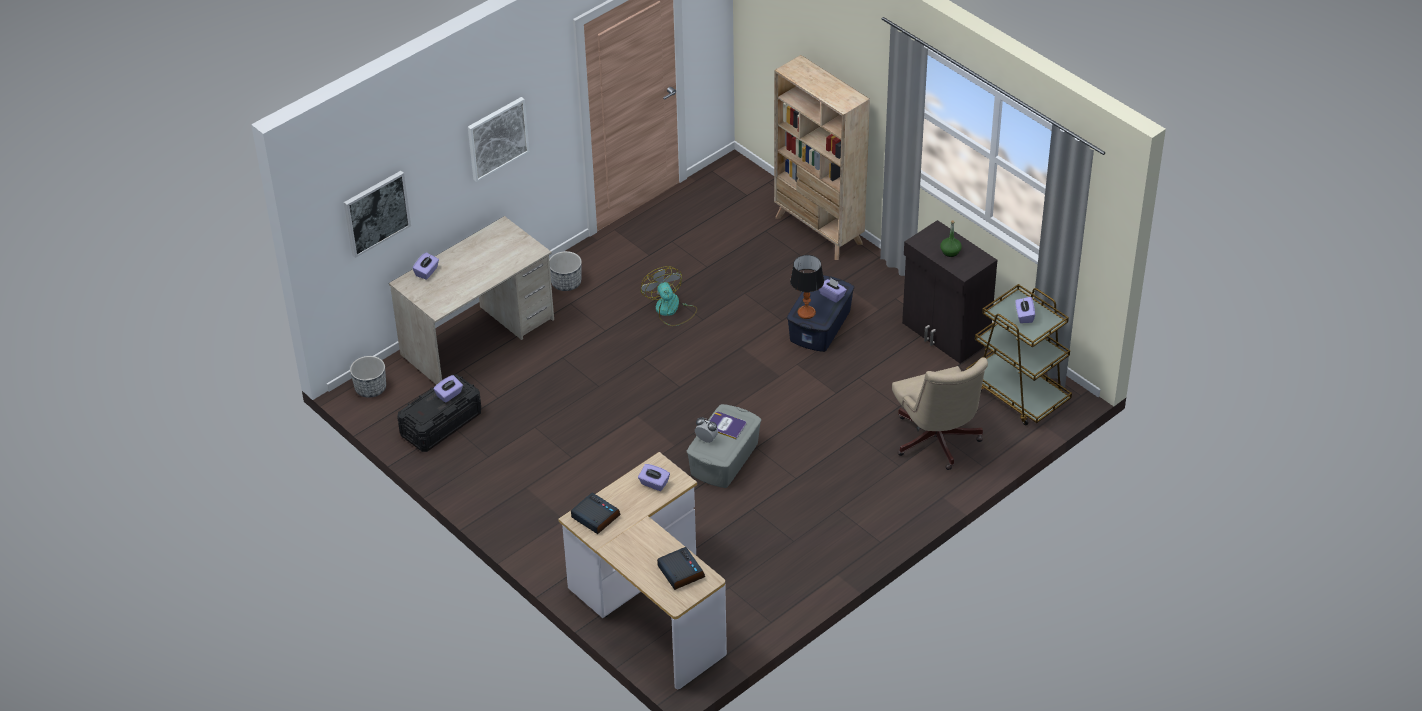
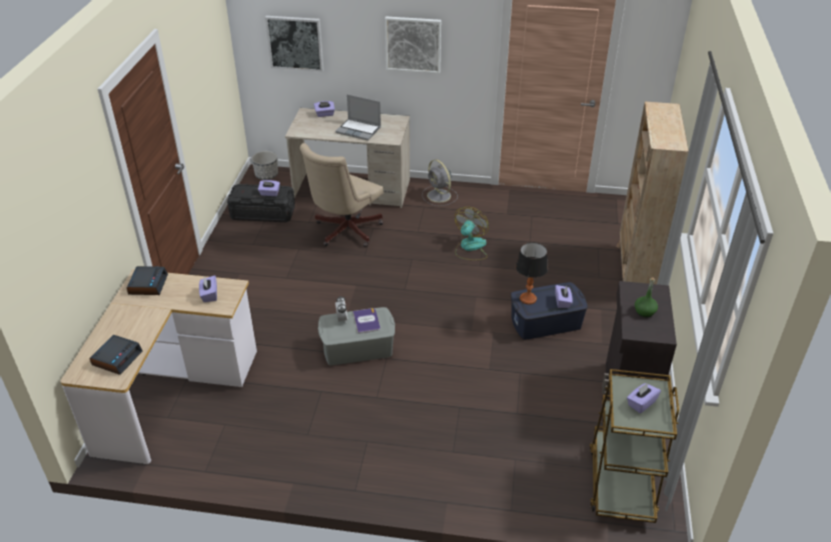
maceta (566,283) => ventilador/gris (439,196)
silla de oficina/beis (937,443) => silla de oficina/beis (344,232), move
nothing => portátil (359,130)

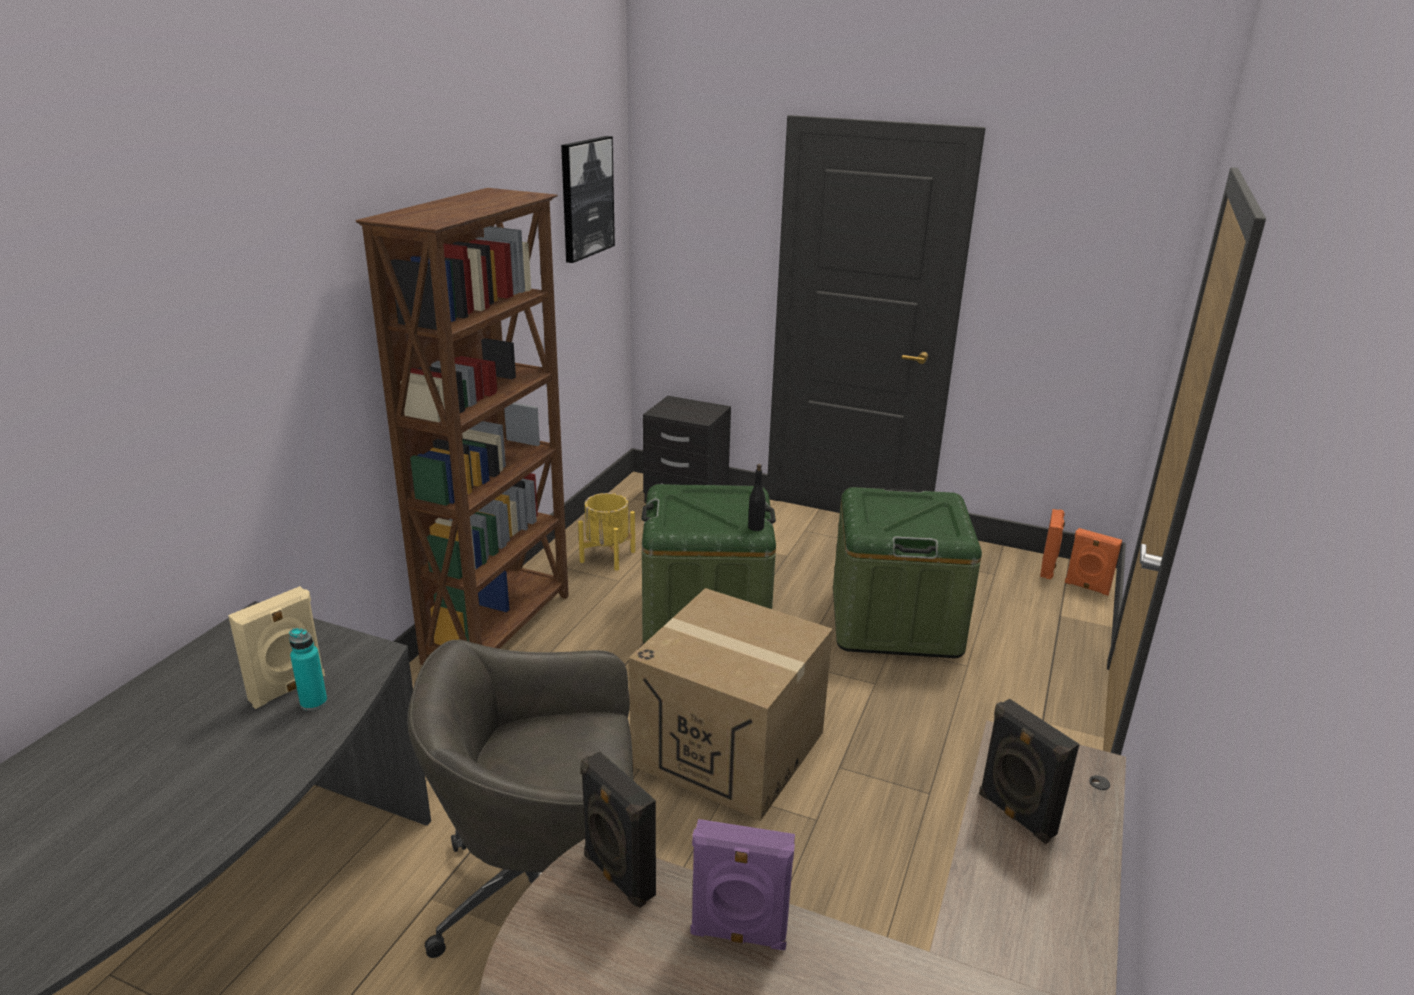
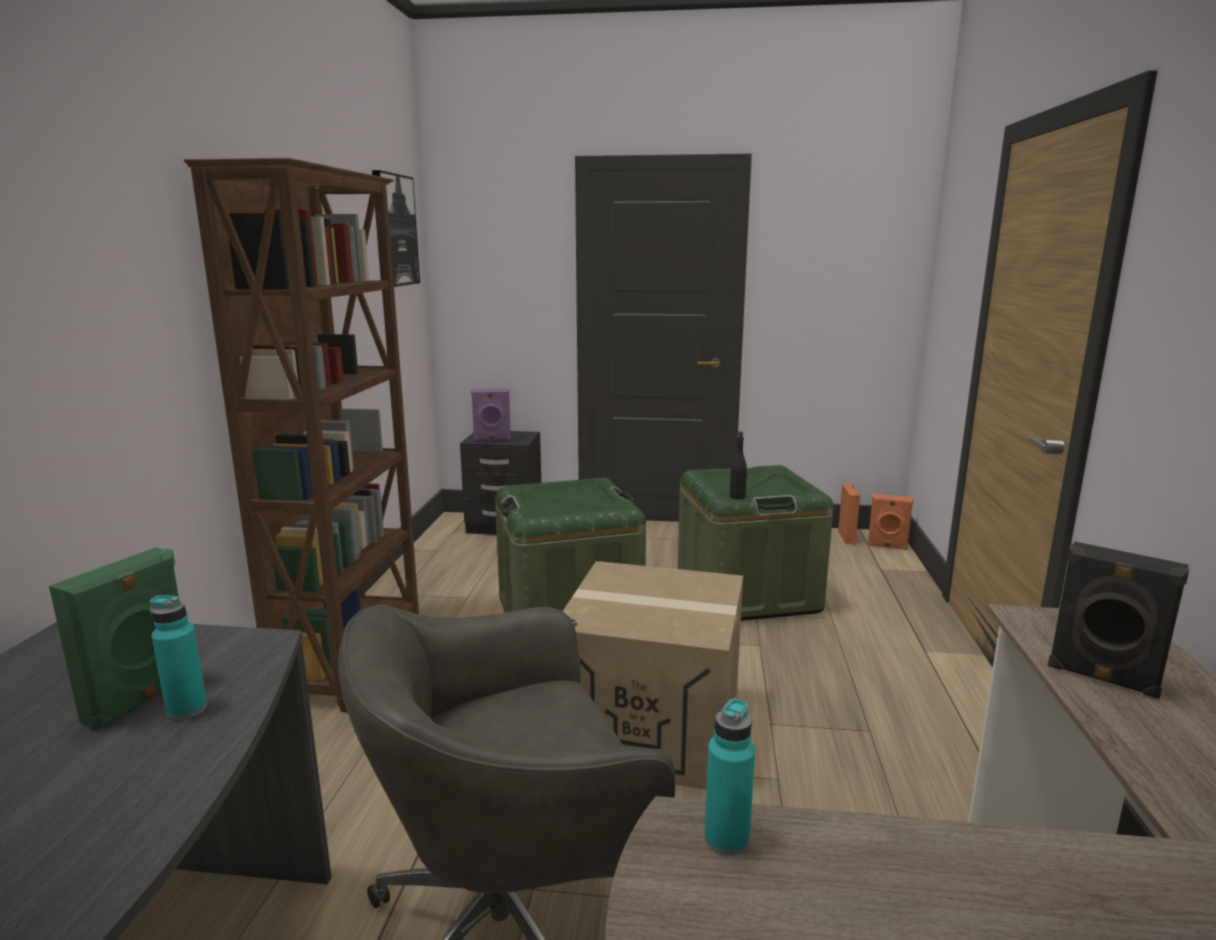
altavoz/beis (288,689) => altavoz/verde (142,701)
maceta/amarillo (608,556) => nothing
altavoz/negro (617,876) => botella/turquesa (726,839)
altavoz/morado (738,935) => altavoz/morado (492,440), move
botella/negro (756,527) => botella/negro (737,497), move

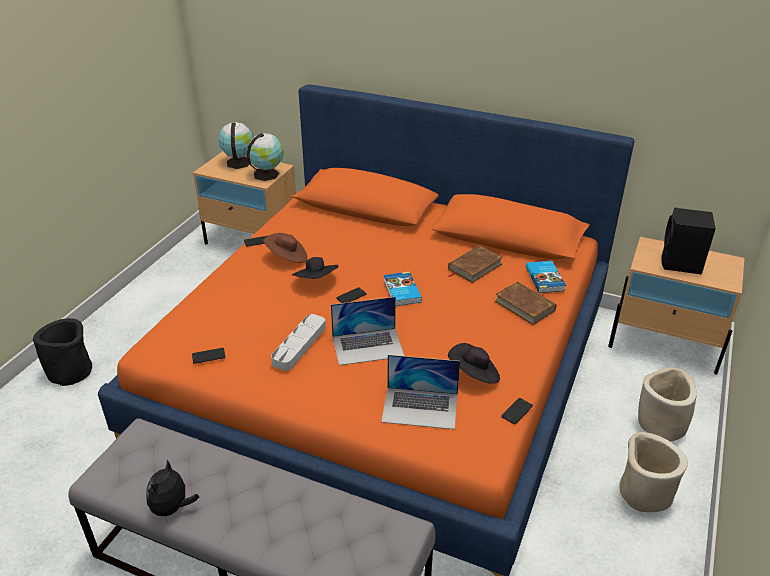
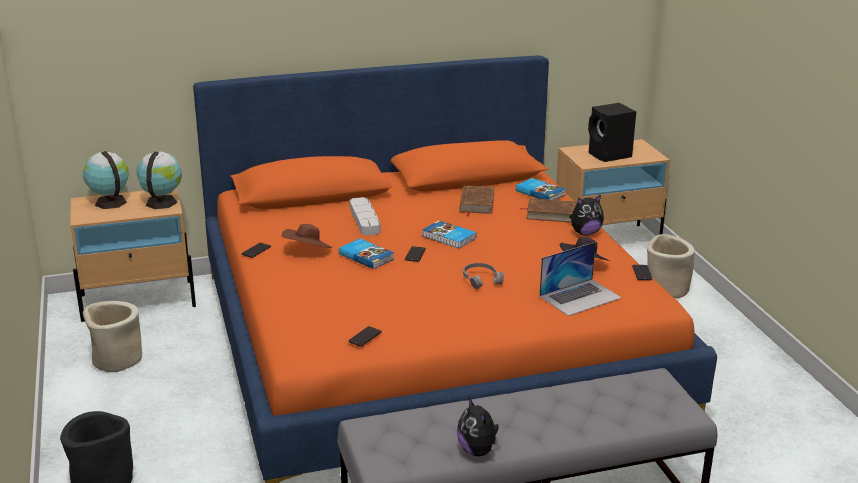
bandeja/gris (299,345) => bandeja/gris (364,220), move
sombrero/negro (316,281) => libro (366,256)
portátil (368,346) => auriculares/gris (481,279)
maceta/beis (643,493) => maceta/beis (116,360), move
nothing => peluche (585,233)

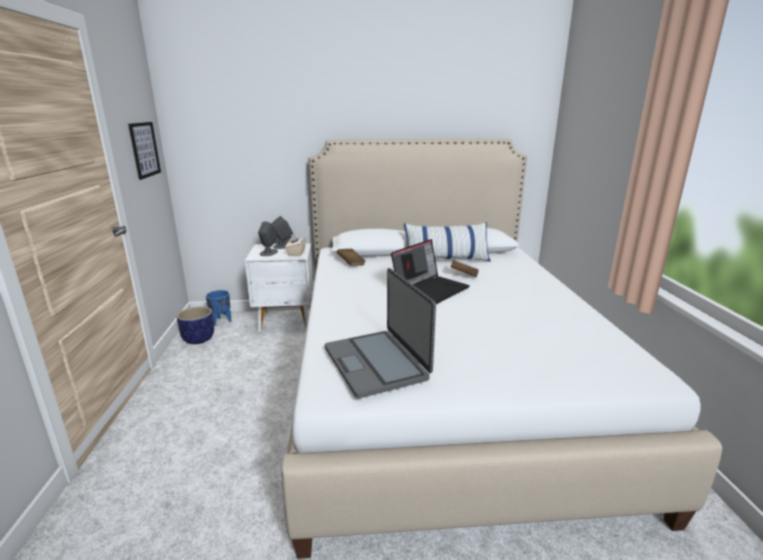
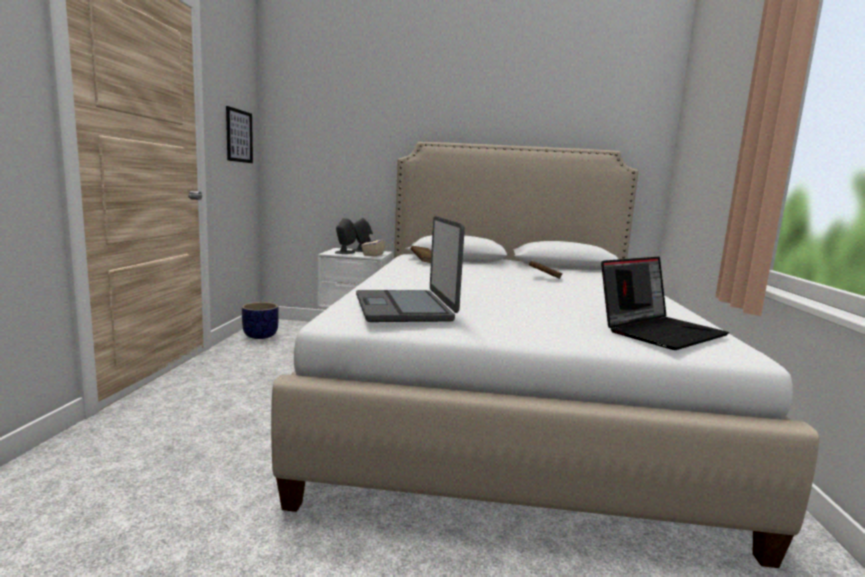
maceta/azul (221,321) => nothing
portátil (430,289) => portátil (660,331), move
cojín (446,260) => nothing

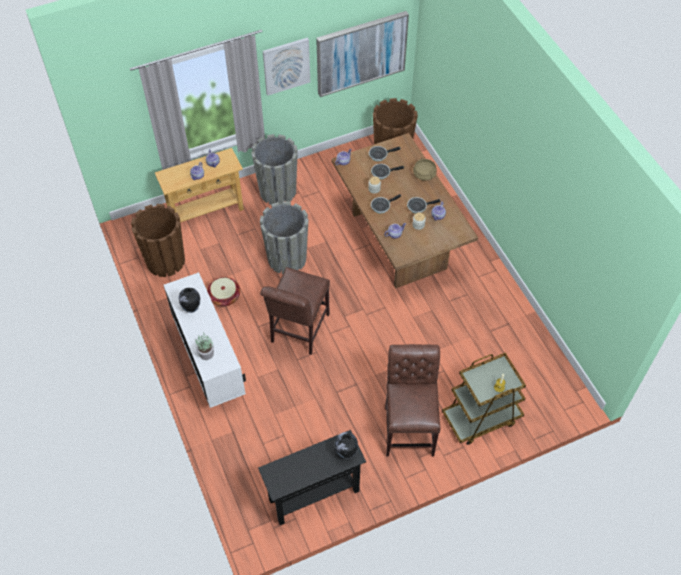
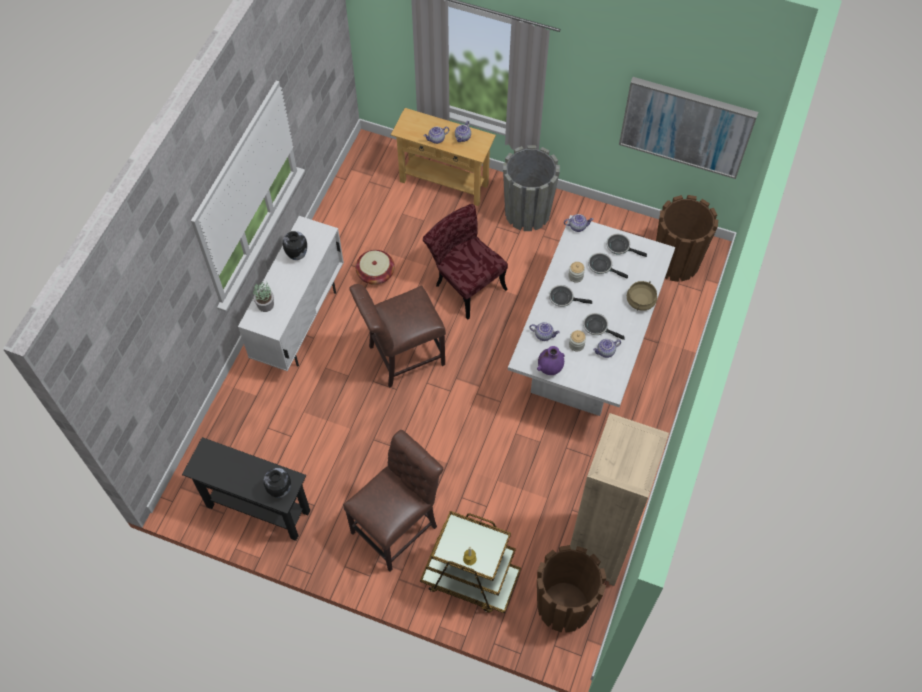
maceta/marrón (165,261) => maceta/marrón (564,605), move
maceta/gris (287,258) => silla/rojo (465,283)
cuadro (286,66) => nothing
mesa de comedor/marrón (398,240) => mesa de comedor/blanco (584,349)
nothing => florero/morado (550,368)
nothing => estantería/beis (599,549)

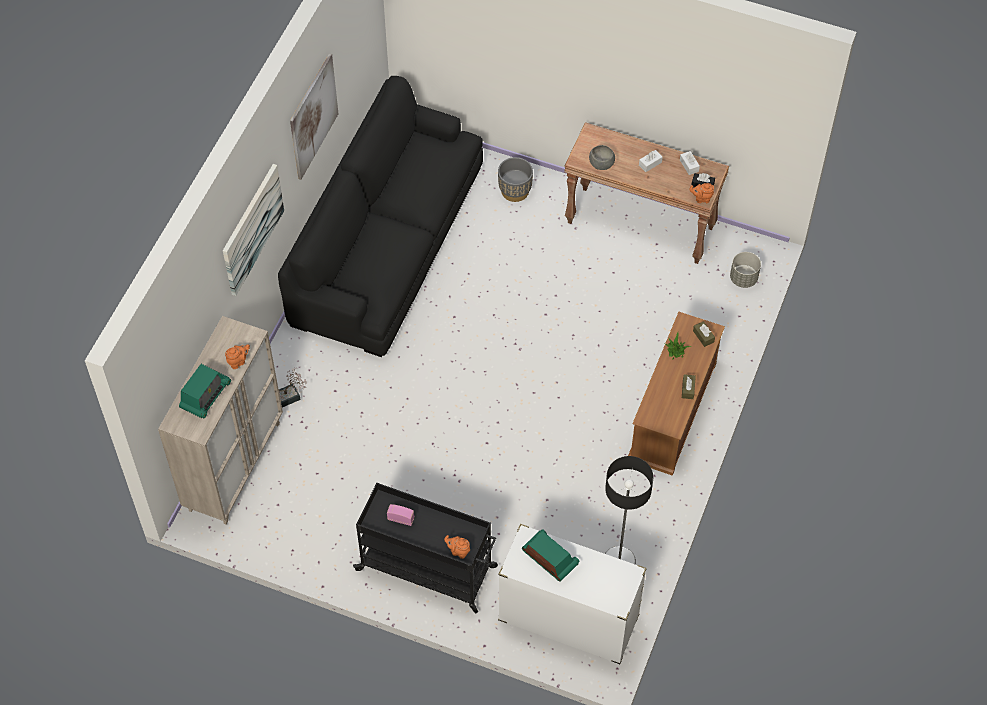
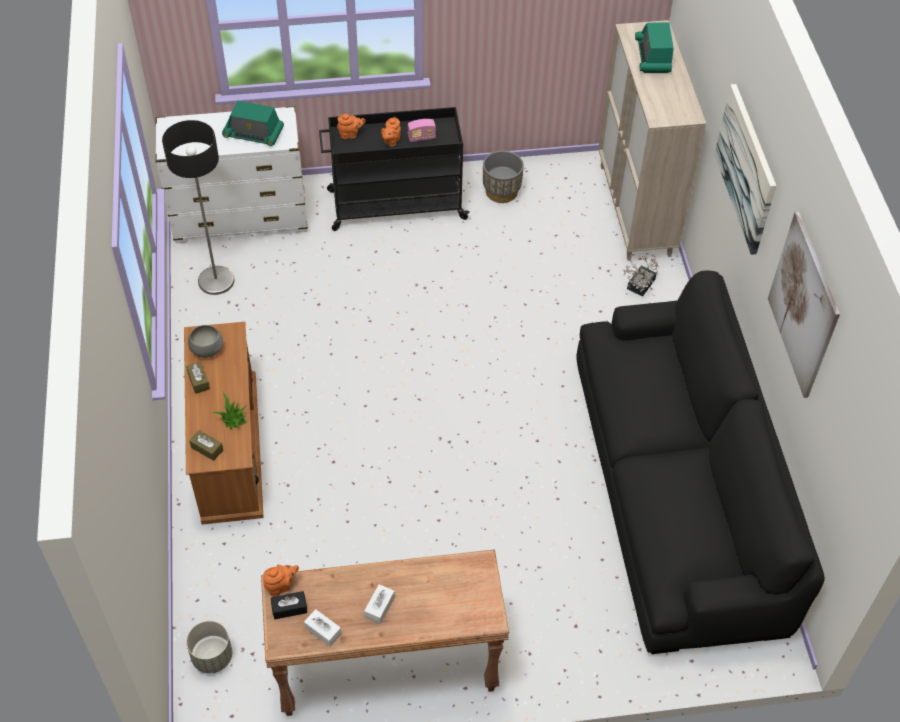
tetera/naranja (238,361) => tetera/naranja (391,141), move
maceta/gris (515,191) => maceta/gris (501,192), move
cuenco/gris (601,163) => cuenco/gris (206,350), move

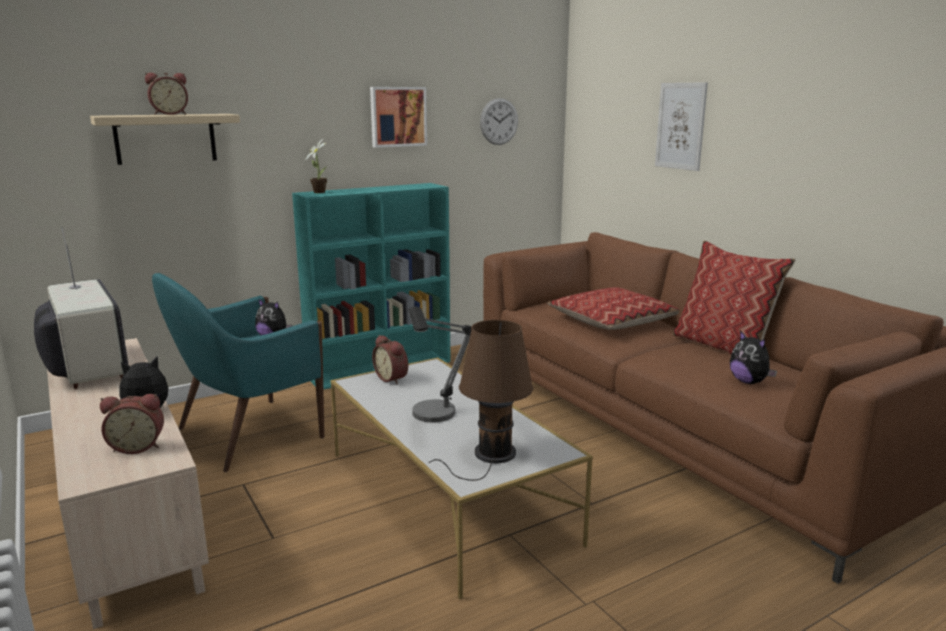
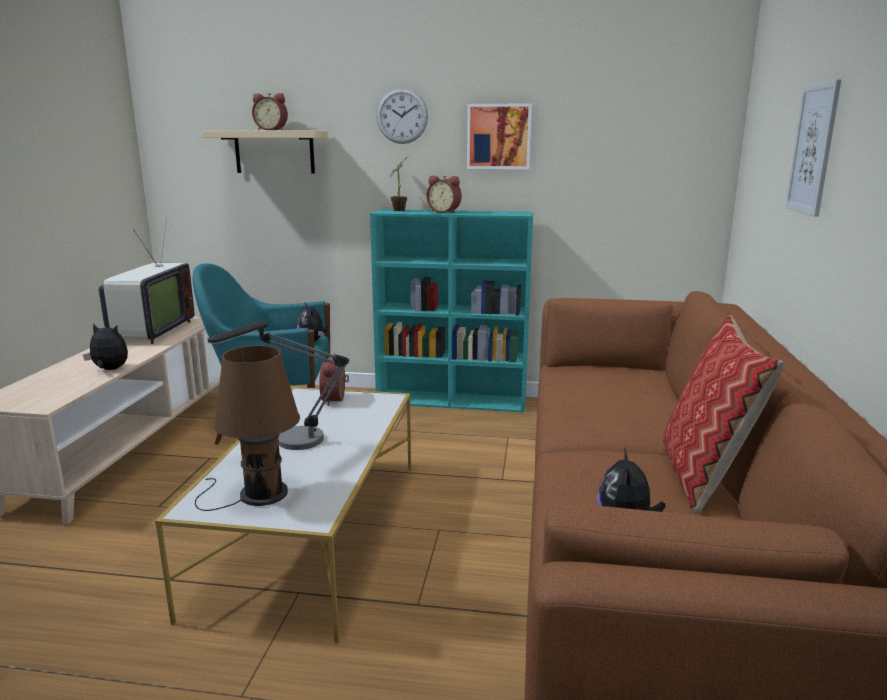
despertador (138,446) => despertador (445,212), move
reloj de pared (499,121) => reloj de pared (402,116), move
cojín (612,321) => nothing

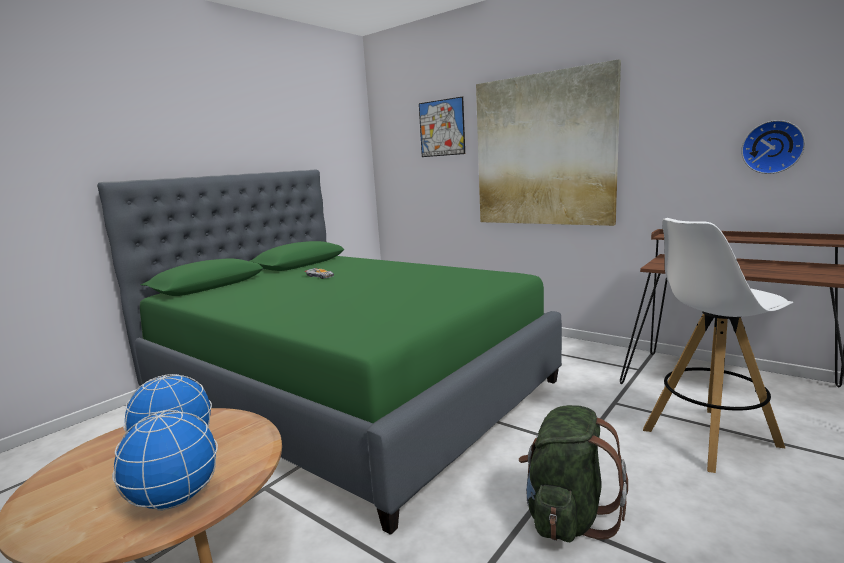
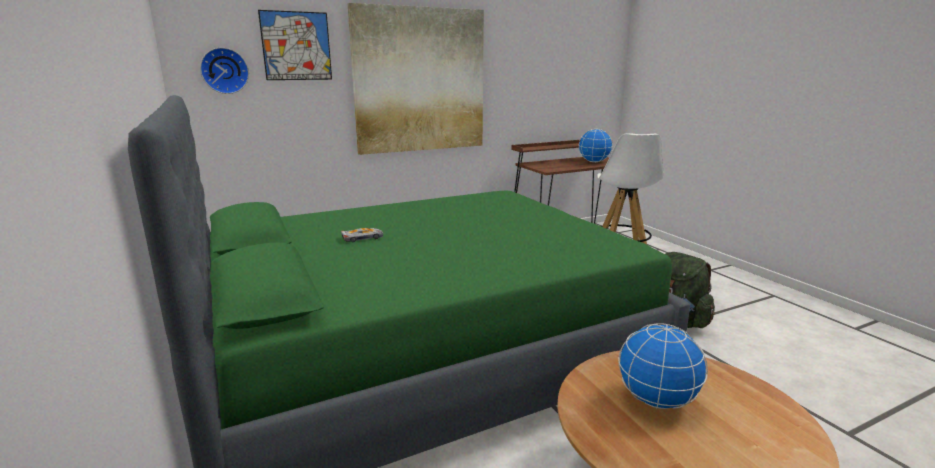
globo terráqueo (174,499) => globo terráqueo (594,162), move
reloj de pared (772,147) => reloj de pared (224,70), move

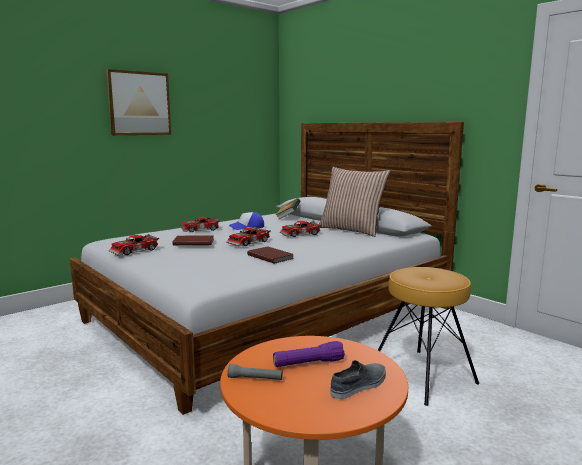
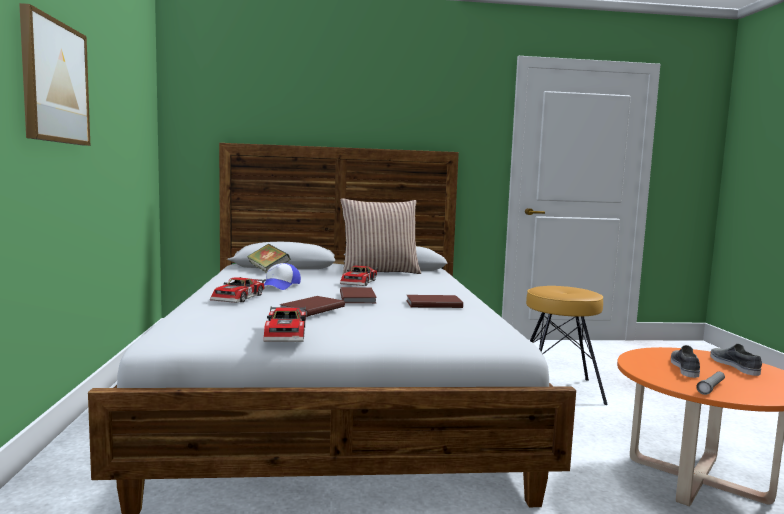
coche de juguete (249,242) => libro/marrón (358,297)
linterna/morado (308,363) => zapato/gris (685,368)

